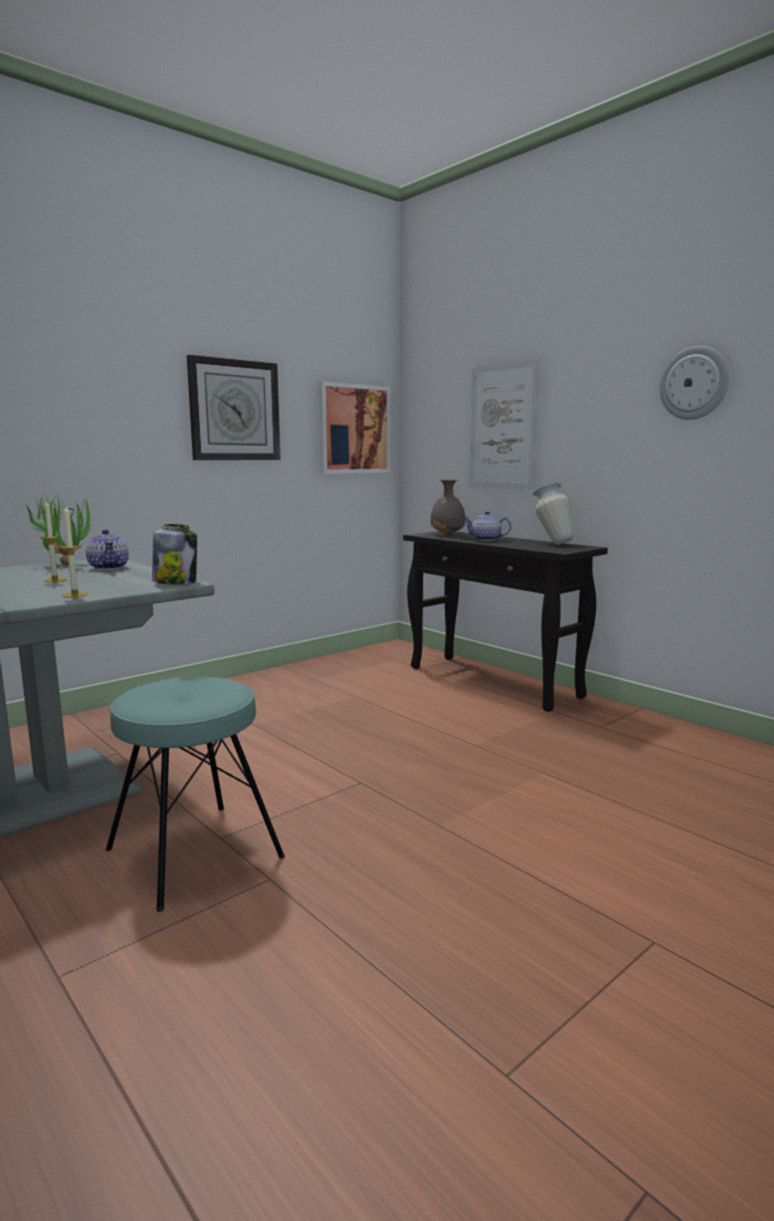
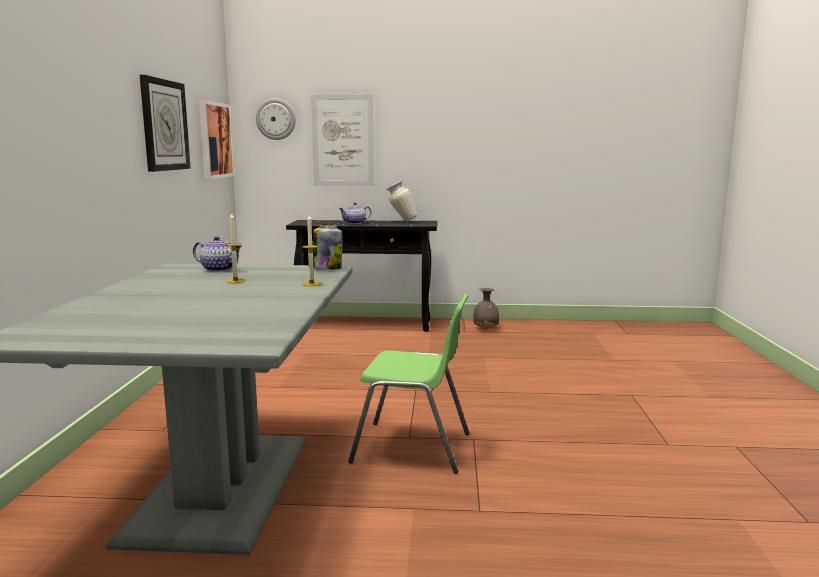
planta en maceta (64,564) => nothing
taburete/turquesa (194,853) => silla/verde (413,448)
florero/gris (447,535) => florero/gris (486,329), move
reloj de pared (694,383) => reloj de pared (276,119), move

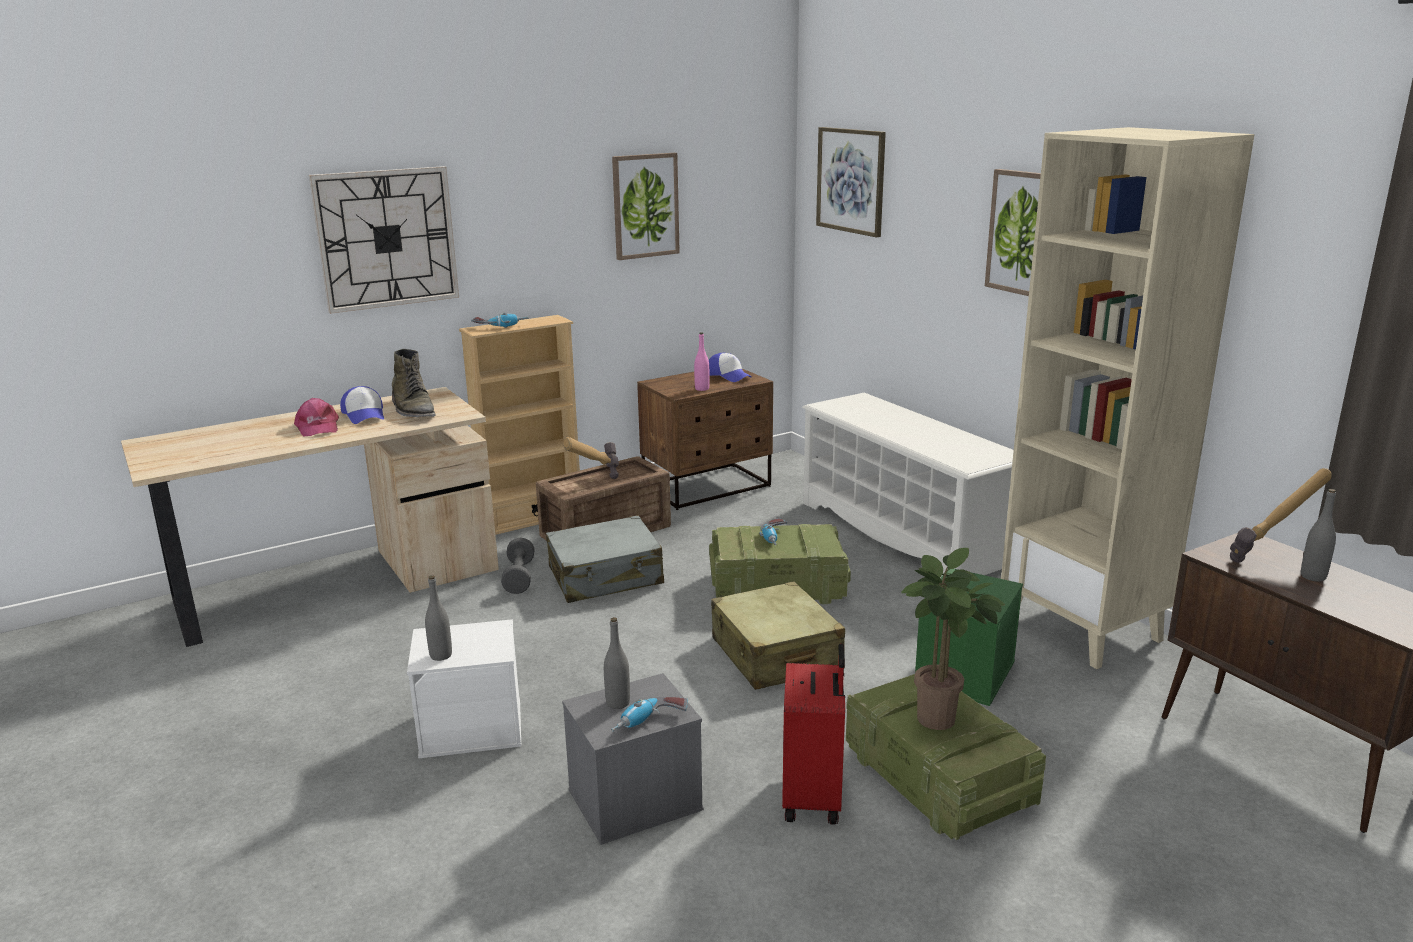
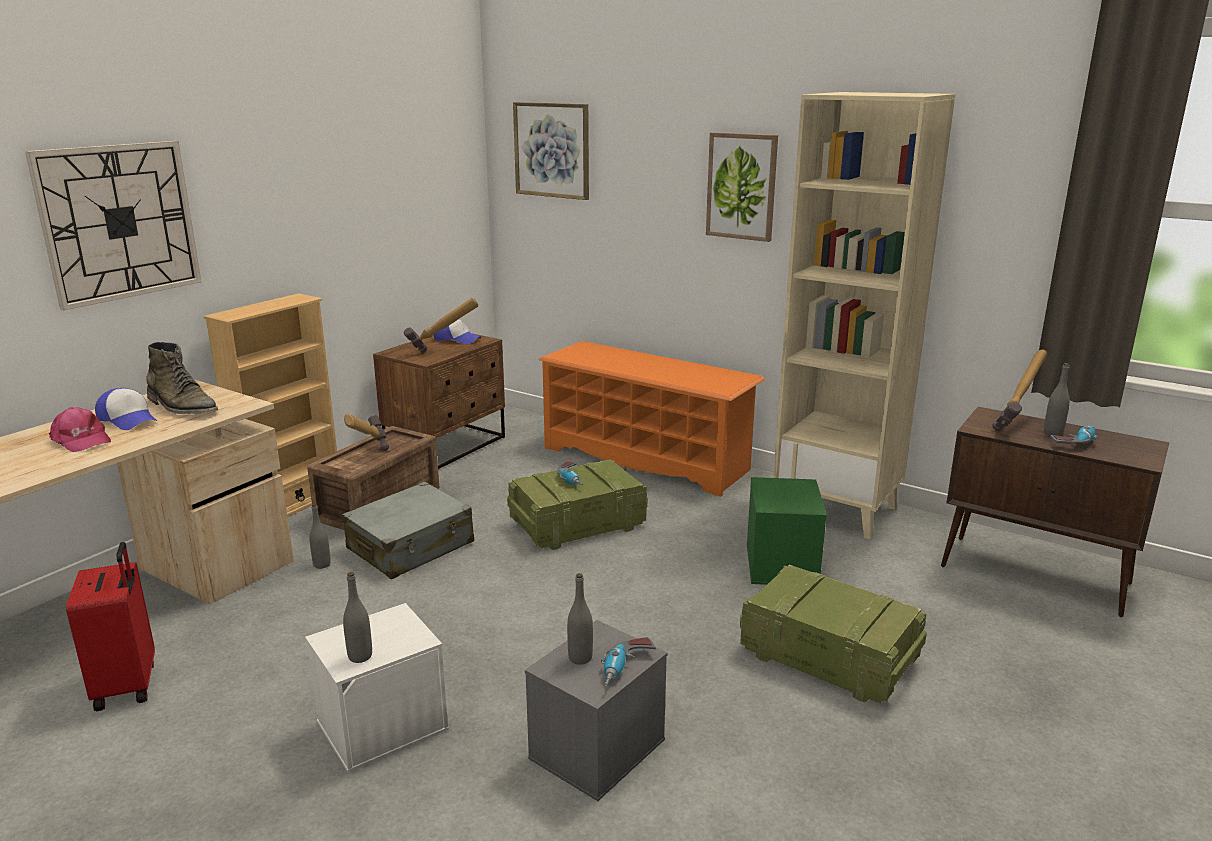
taladro (500,326) => taladro (1074,442), move
mancuerna/gris (519,577) => botella/gris (322,565)
cuadro (645,206) => nothing
botella/rosa (702,389) => martillo (443,353)
maleta/beis (776,655) => nothing
maleta/rojo (814,798) => maleta/rojo (128,685), move
zapatero/blanco (903,533) => zapatero/naranja (646,459)
planta en maceta (940,723) => nothing

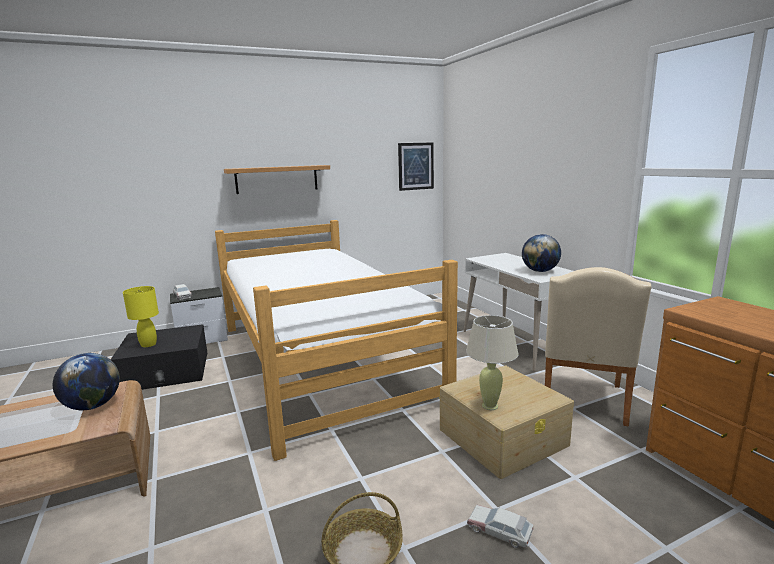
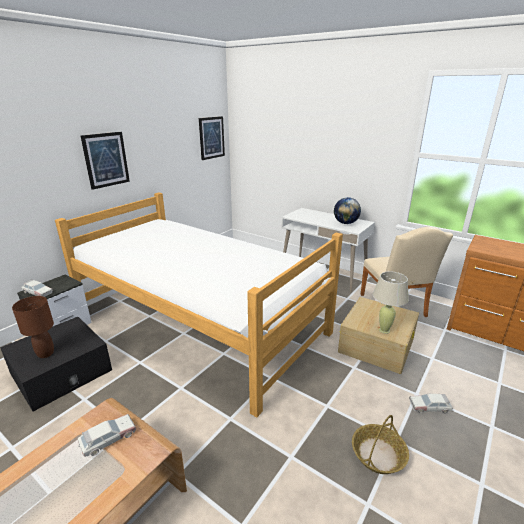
globo terráqueo (92,406) => coche de juguete (108,439)
lámpara de mesa/amarillo (149,344) => lámpara de mesa/marrón (46,353)
estante (277,179) => cuadro (106,160)

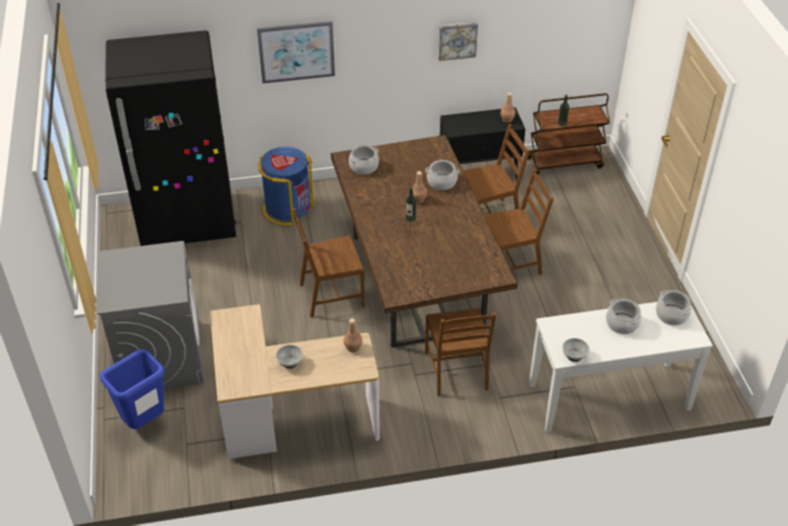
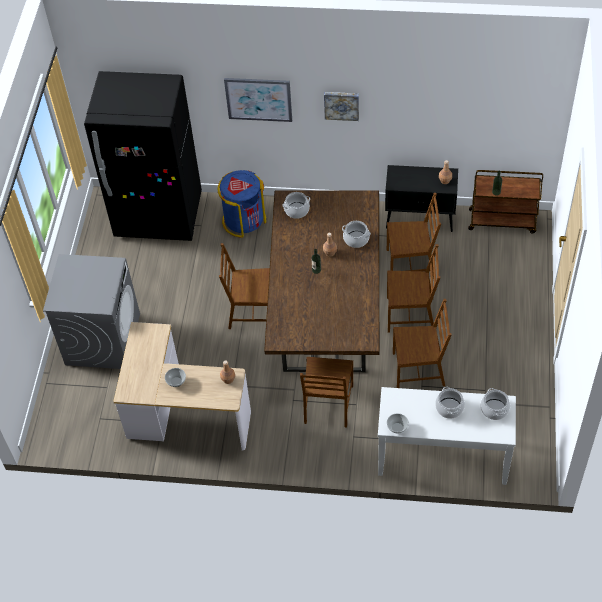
papelera/azul (144,422) => nothing
cuadro (457,40) => cuadro (341,105), move
nothing => silla/marrón (419,369)

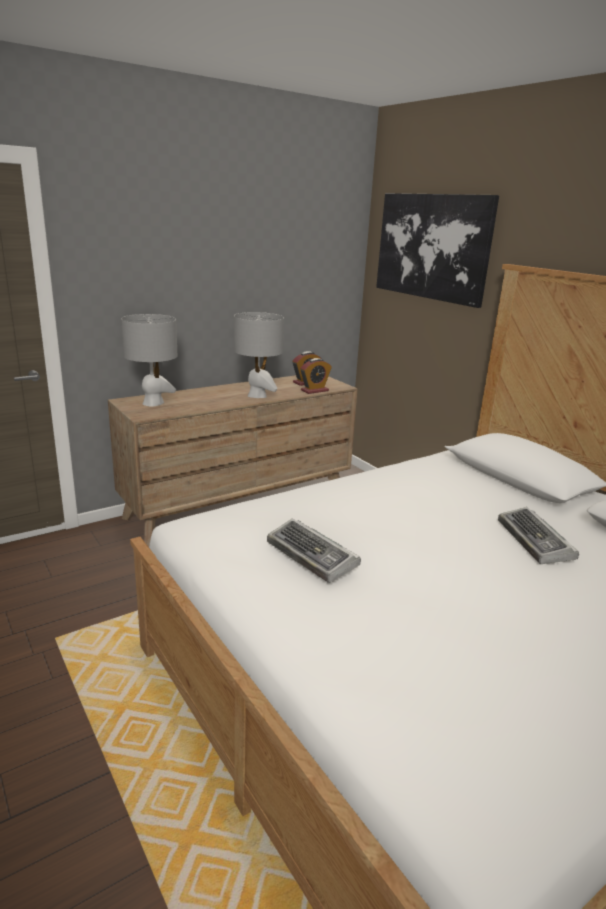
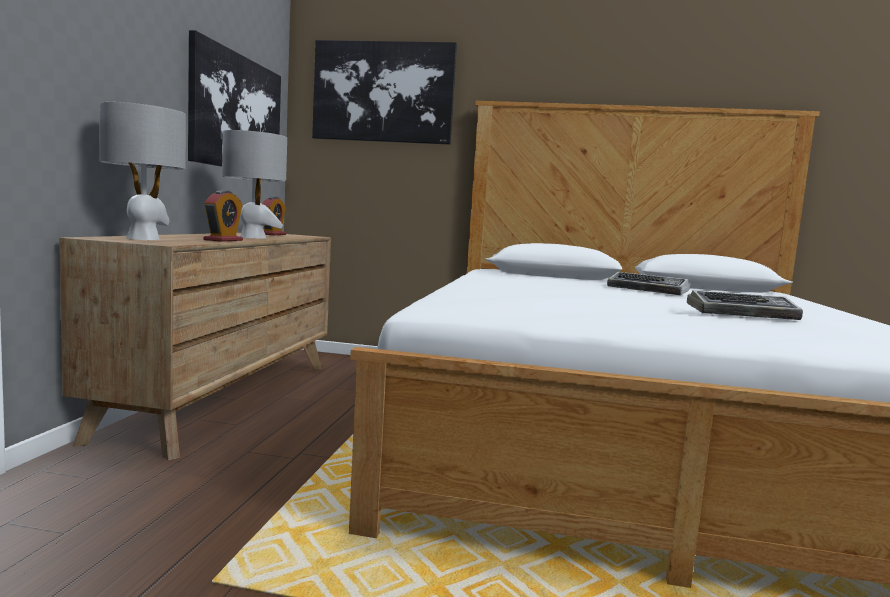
teclado (313,556) => teclado (742,314), move
despertador (314,390) => despertador (223,240), move
nothing => cuadro (236,113)

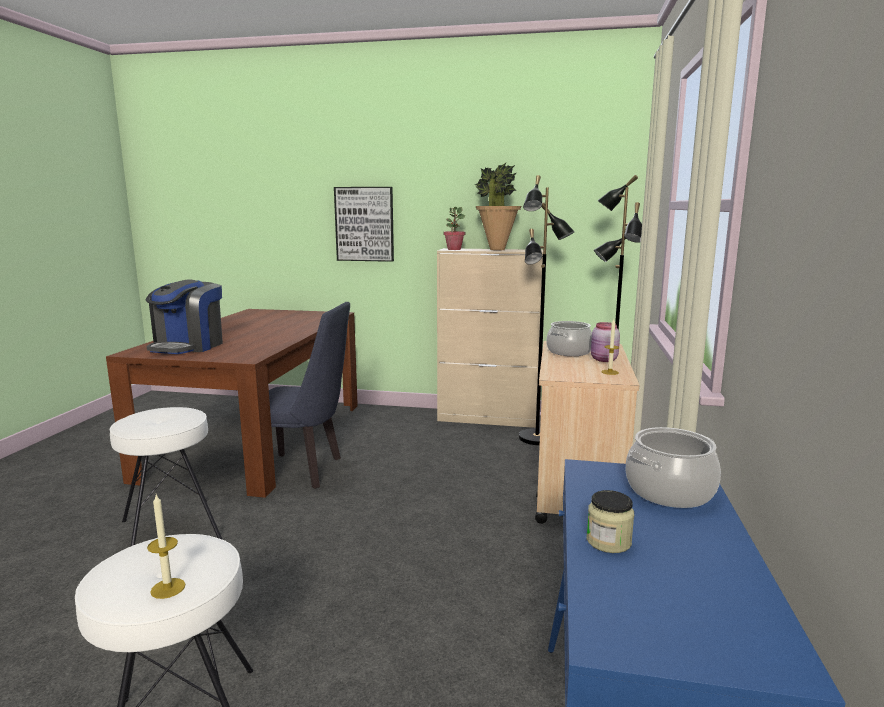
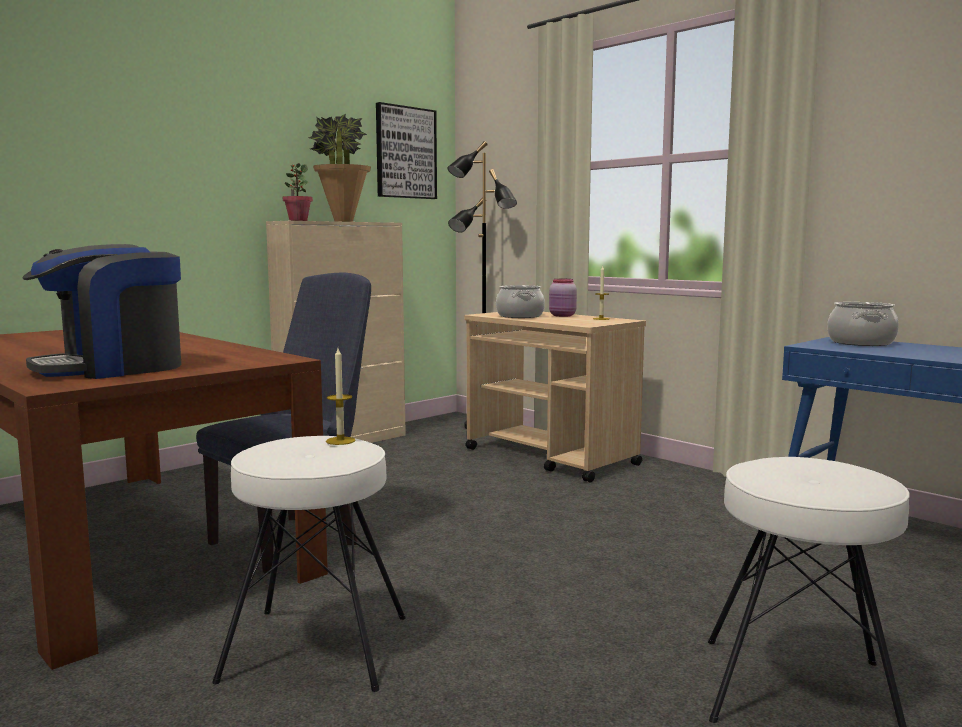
cafetera (188,346) => cafetera (113,368), 90 degrees clockwise
vela (168,588) => vela (340,441), move
cuadro (364,224) => cuadro (405,152), move
lámpara de pie/negro (537,438) => nothing
tarro (608,541) => nothing

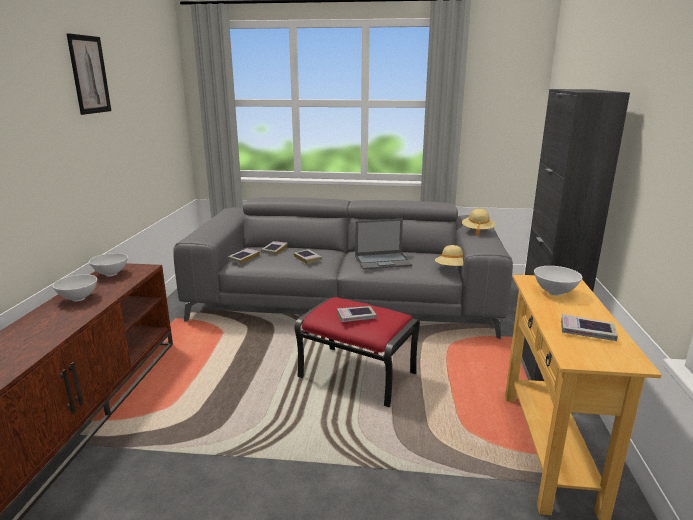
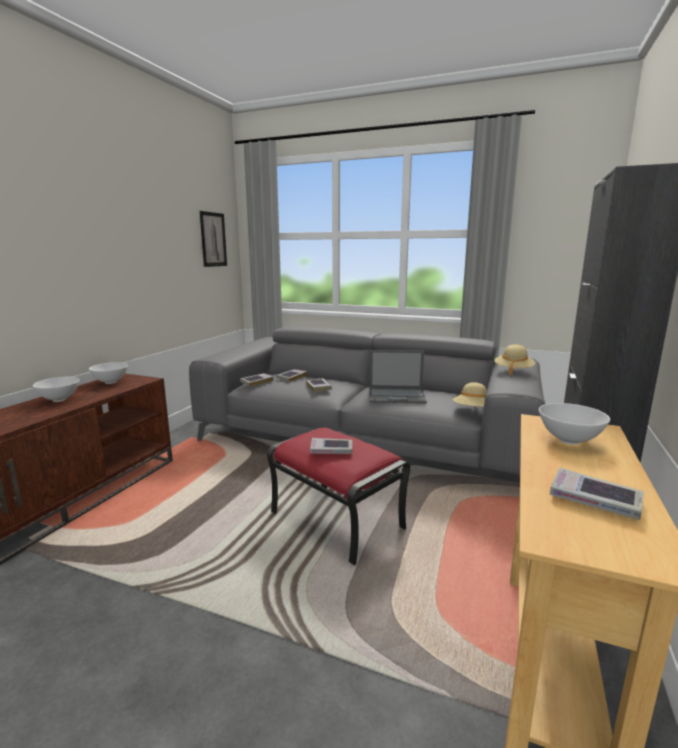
cuadro (89,75) => cuadro (213,239), move

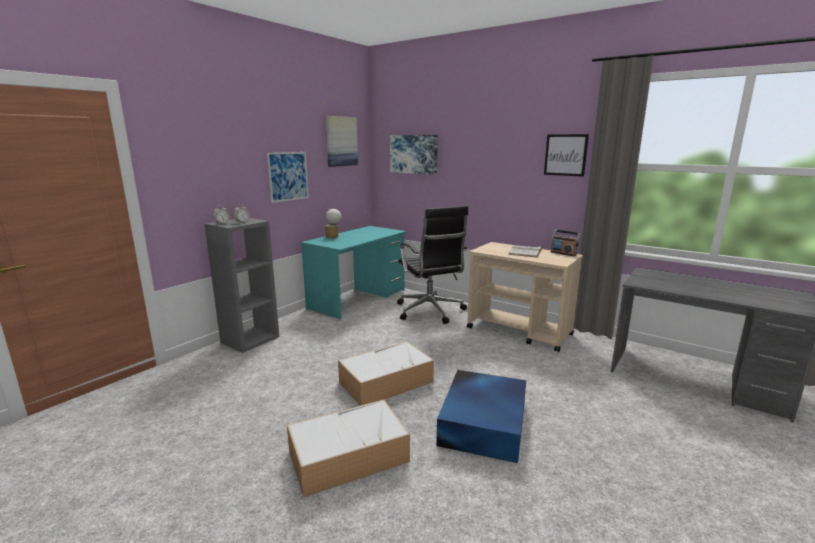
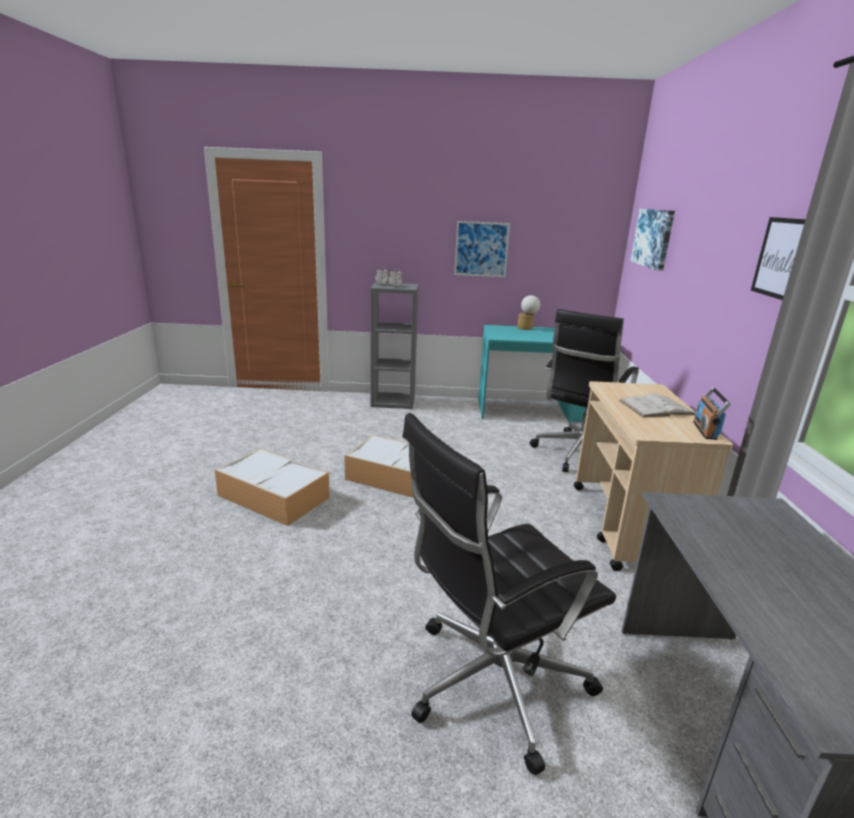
cuadro (341,141) => nothing
caja de almacenaje/azul (484,422) => nothing
nothing => silla de oficina/negro (492,682)

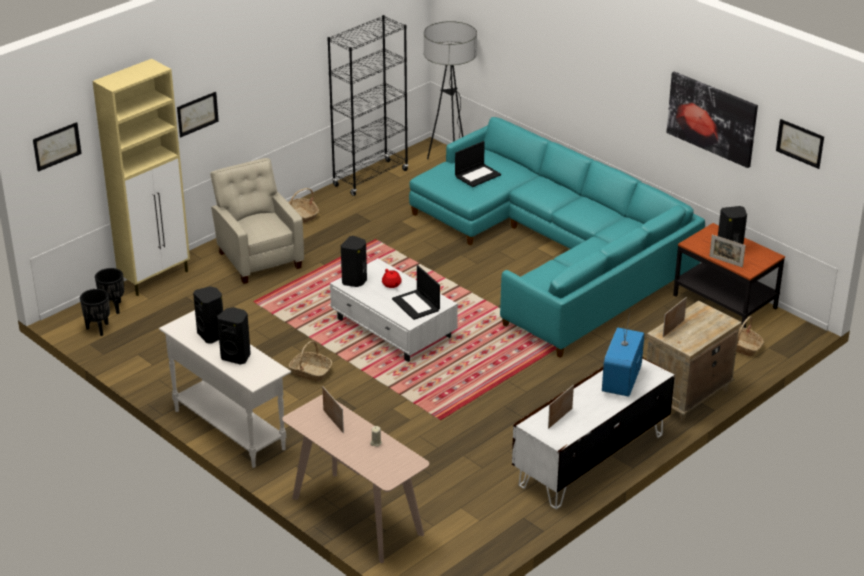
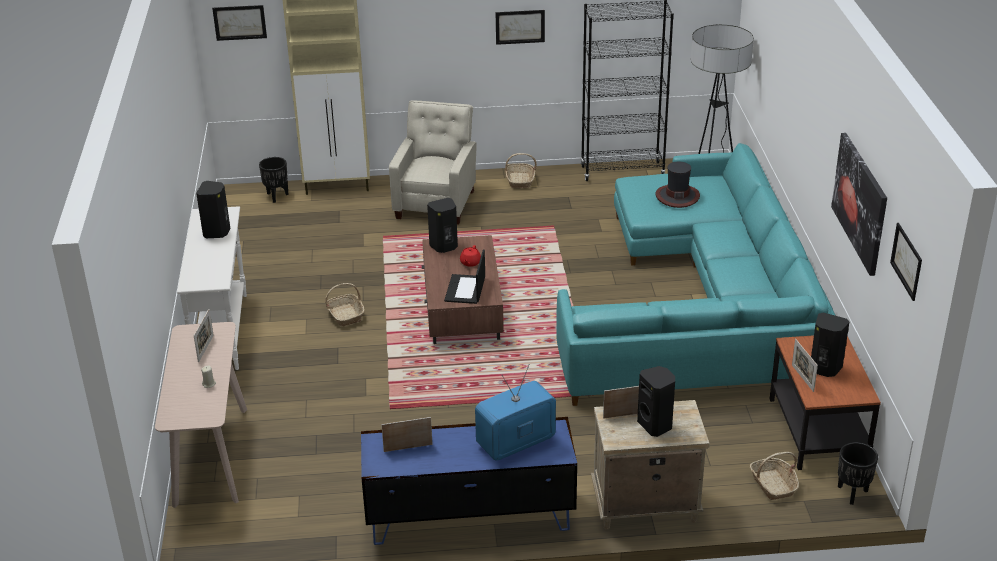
maceta/negro (99,329) => maceta/negro (852,493), move
cuadro (197,114) => cuadro (520,27), move
altavoz/negro (236,356) => altavoz/negro (656,425), move
mesa de centro/blanco (394,329) => mesa de centro/marrón (462,310)
portátil (478,175) => sombrero (677,196)
mueble de televisión/blanco (590,459) => mueble de televisión/azul (469,516)

